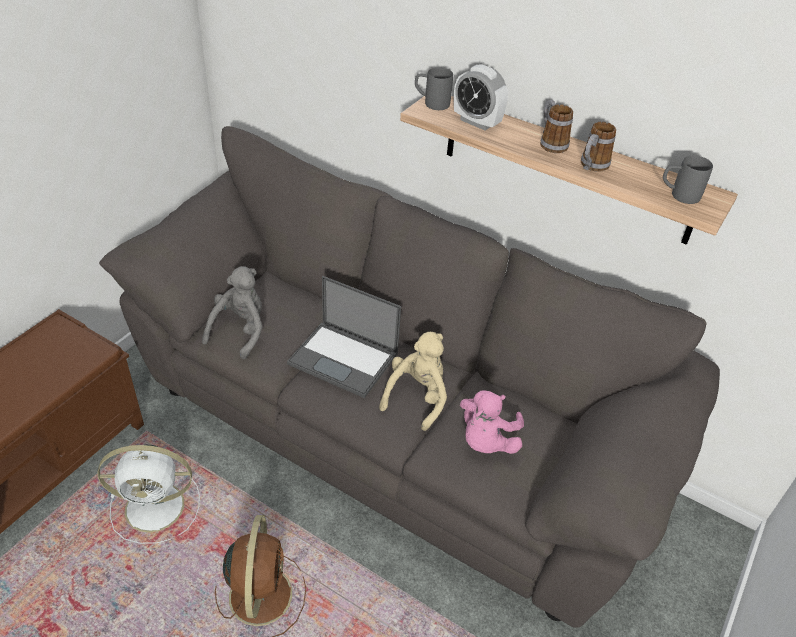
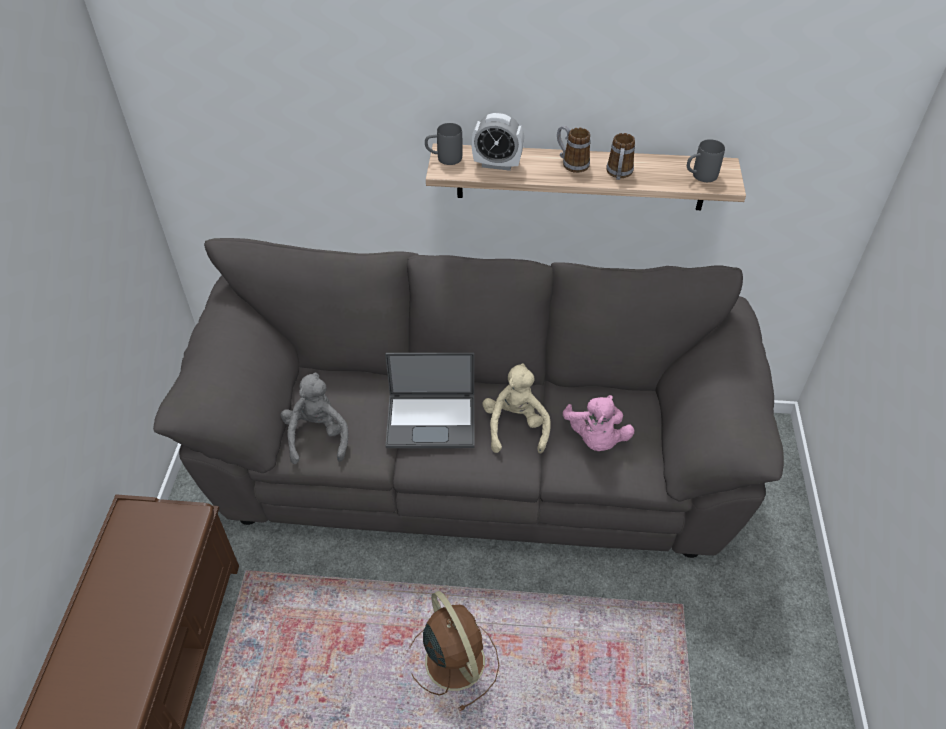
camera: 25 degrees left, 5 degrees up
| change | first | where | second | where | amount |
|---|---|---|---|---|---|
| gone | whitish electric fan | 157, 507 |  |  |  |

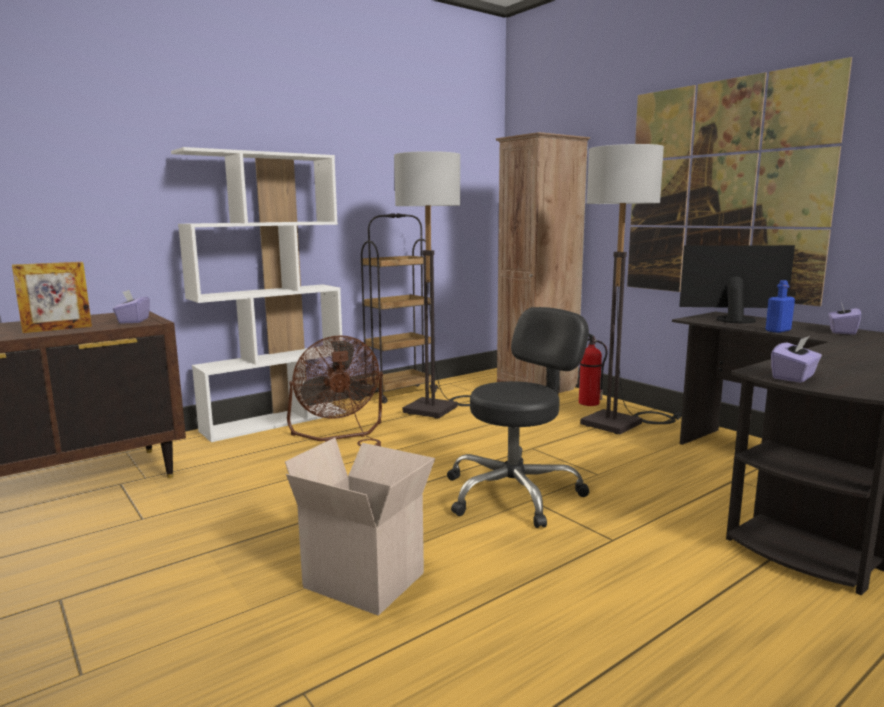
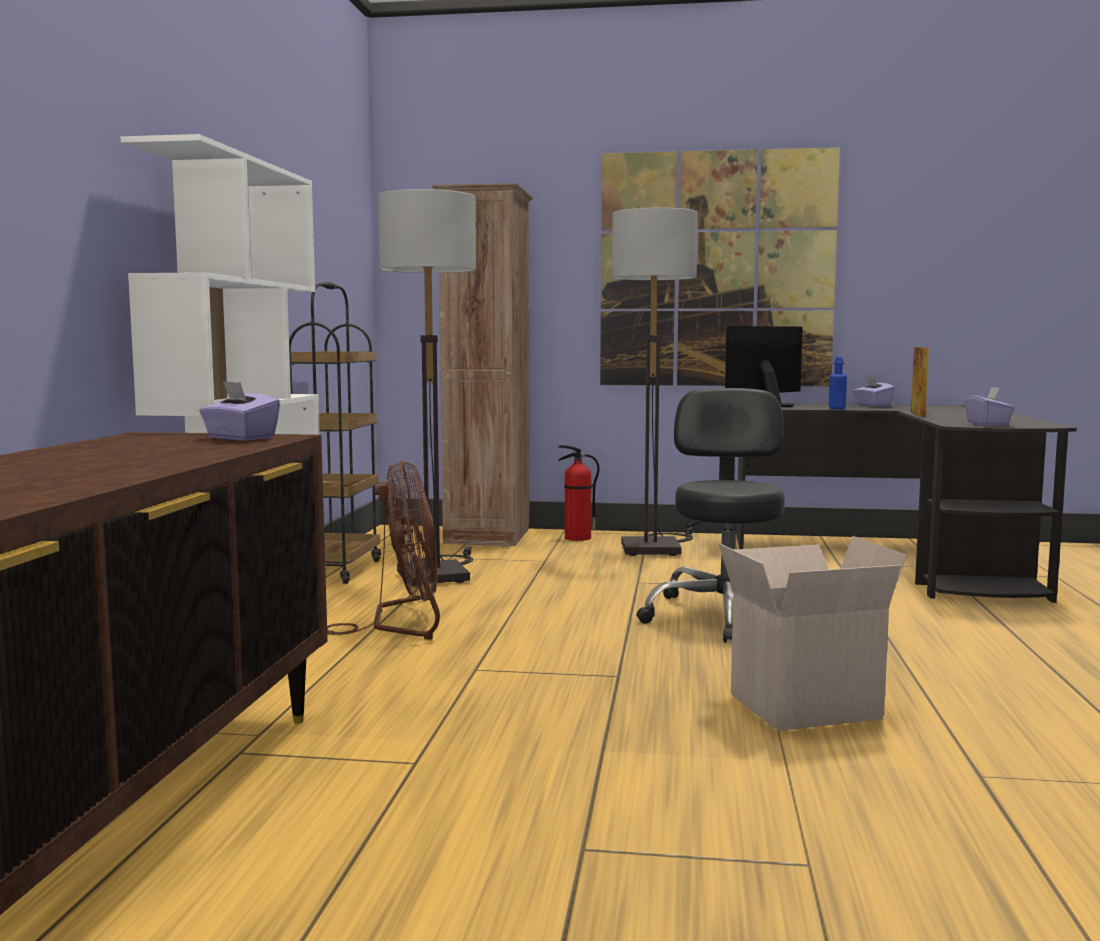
camera: 45 degrees left, 5 degrees down
| change | first | where | second | where | amount |
|---|---|---|---|---|---|
| shifted | photo frame | 57, 329 |  | 917, 414 |  |
| rotated | brown electric fan | 345, 434 |  | 398, 620 | 150 degrees clockwise |

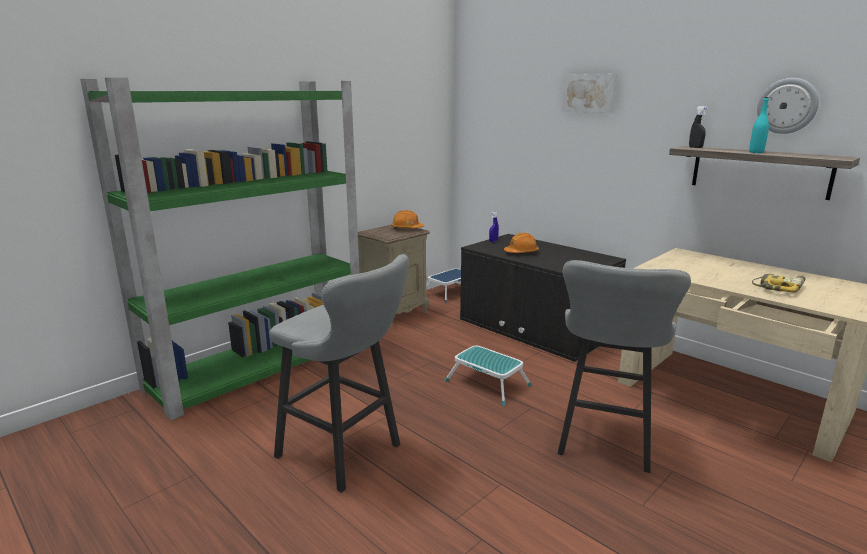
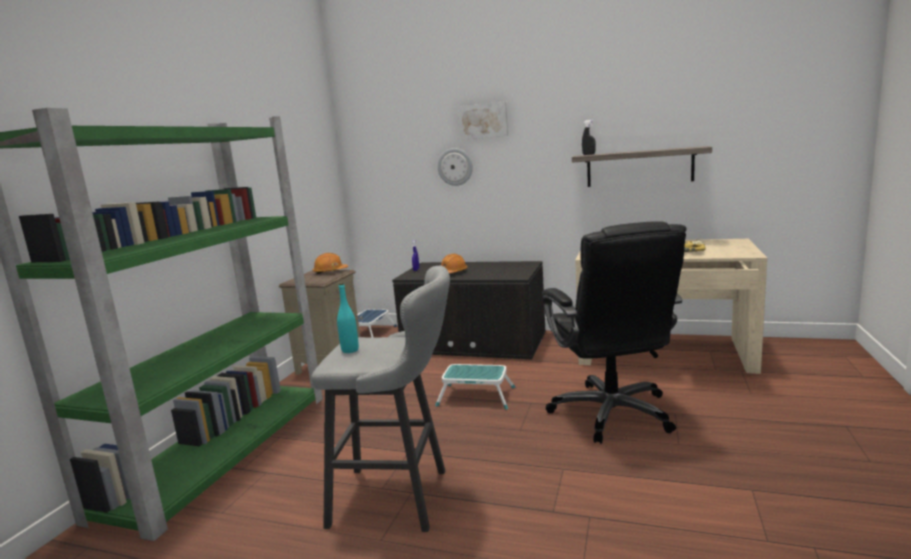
camera: 25 degrees left, 5 degrees down
| change | first | where | second | where | amount |
|---|---|---|---|---|---|
| shifted | wall clock | 787, 106 |  | 455, 167 |  |
| shifted | blue-green drink bottle | 756, 152 |  | 350, 350 |  |
| swapped | grey stool | 604, 445 | black-coloured computer chair | 612, 412 |  |

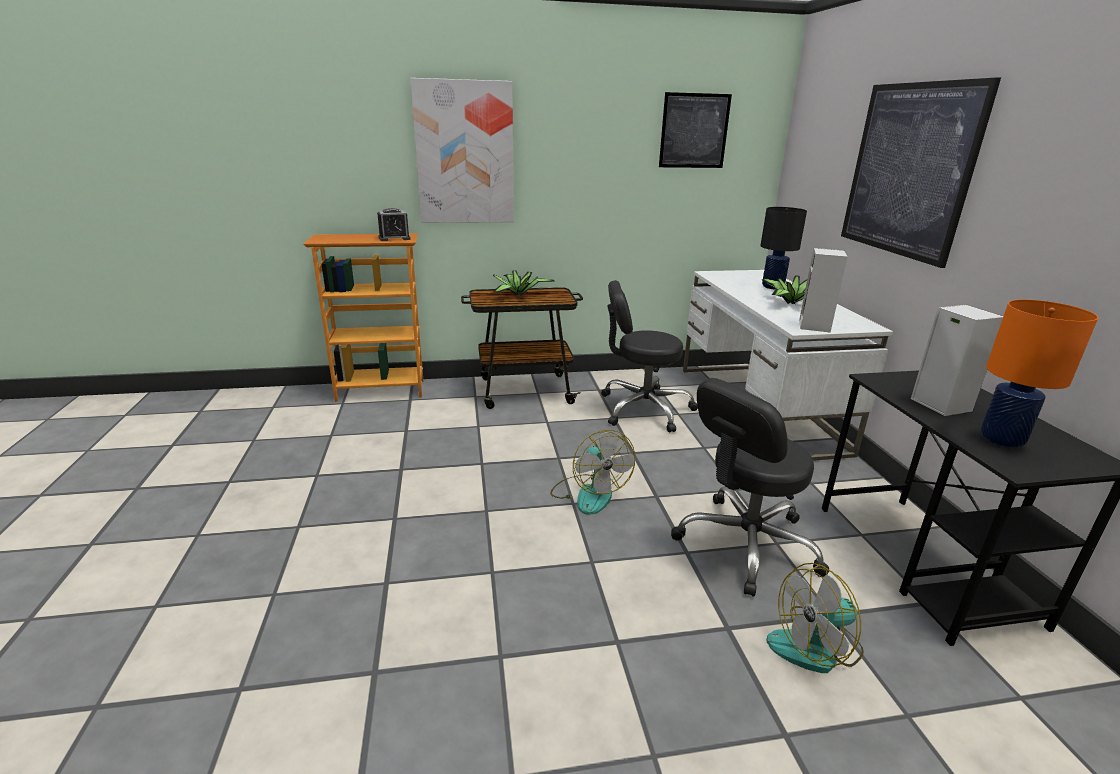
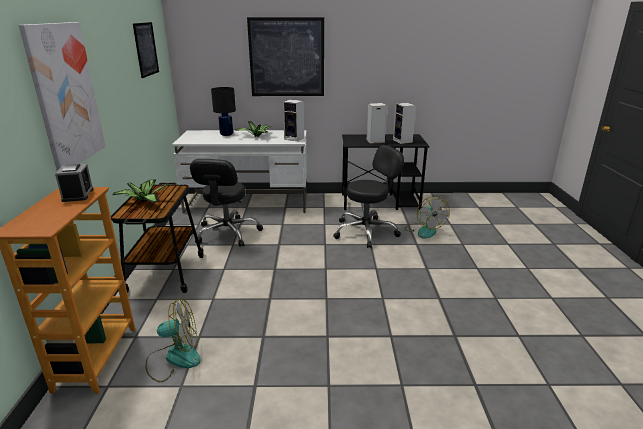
camera: 80 degrees left, 0 degrees up
| change | first | where | second | where | amount |
|---|---|---|---|---|---|
| swapped | orange-coloured lamp for a table | 1001, 441 | audio speaker | 403, 141 |  |
| rotated | black-coloured computer chair | 742, 547 |  | 368, 231 | 90 degrees counterclockwise |
| shifted | electric fan | 589, 493 |  | 174, 358 |  |

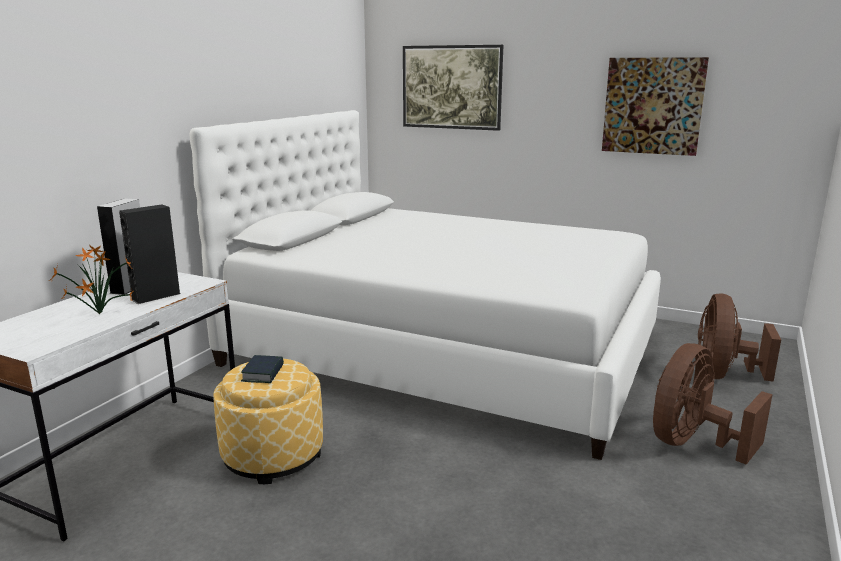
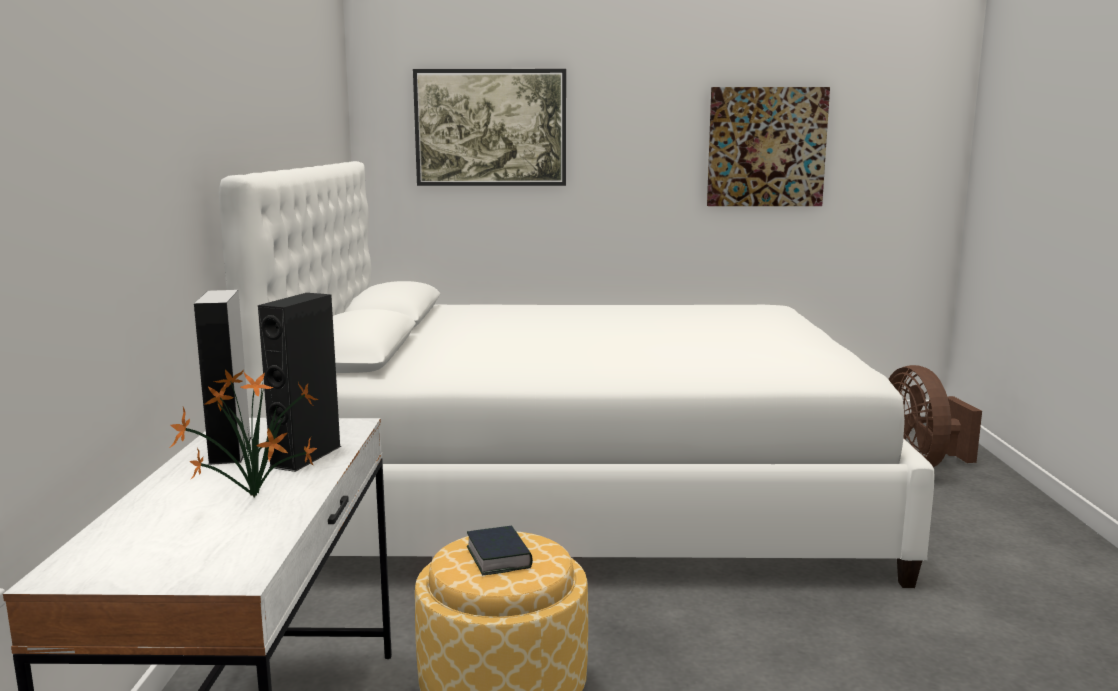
camera: 25 degrees left, 5 degrees down
| change | first | where | second | where | amount |
|---|---|---|---|---|---|
| gone | brown electric fan | 692, 443 |  |  |  |

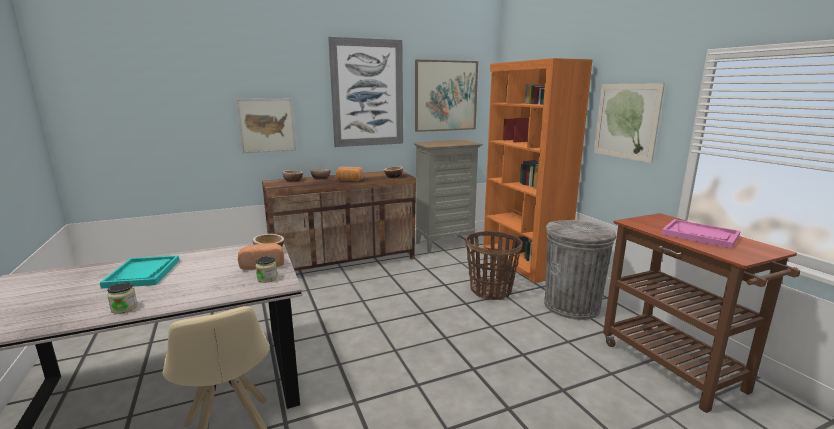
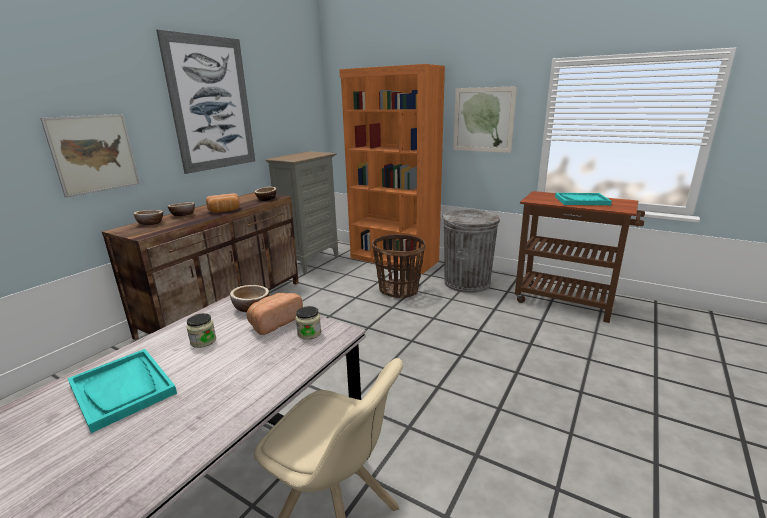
camera: 35 degrees left, 5 degrees up
| change | first | where | second | where | amount |
|---|---|---|---|---|---|
| gone | wall picture | 446, 96 |  |  |  |
| repainted | pinkish serving tray | 700, 235 | blue-green serving tray | 581, 200 |  |
| shifted | storage jar | 124, 308 |  | 203, 341 |  |

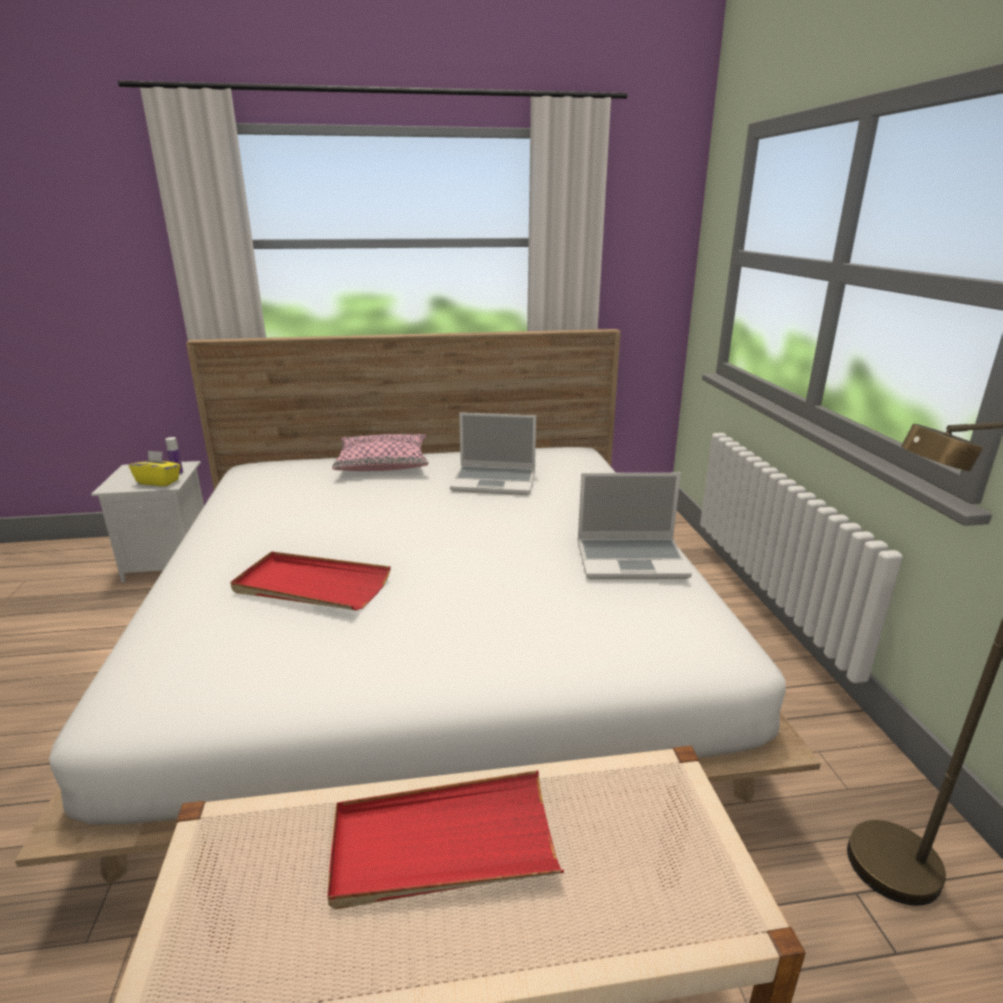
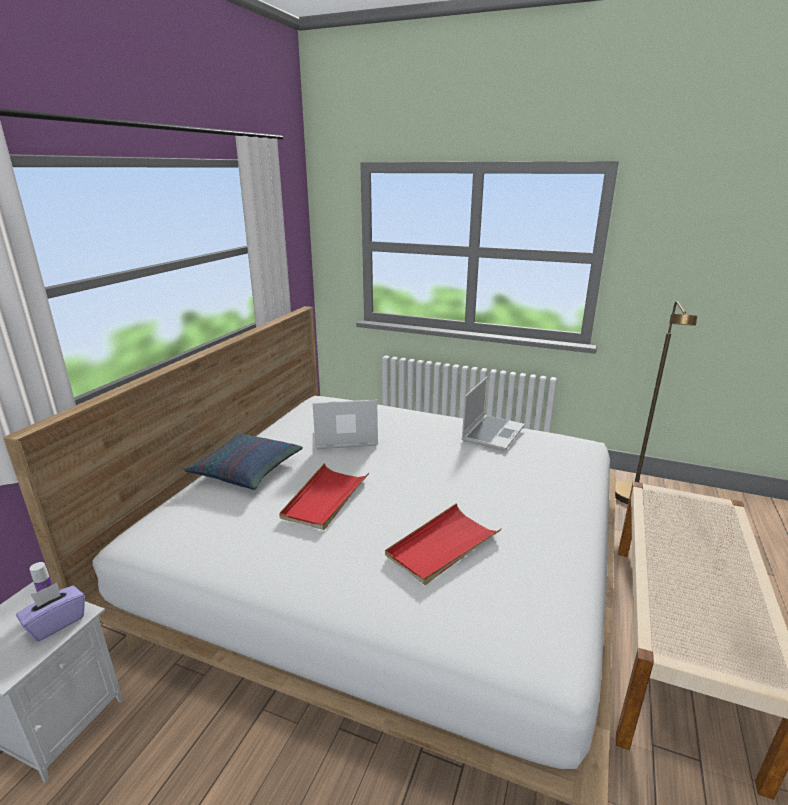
camera: 60 degrees left, 0 degrees up
| change | first | where | second | where | amount |
|---|---|---|---|---|---|
| rotated | laptop | 495, 482 |  | 345, 438 | 135 degrees counterclockwise |
| repainted | pinkish throw pillow | 383, 464 | blue-coloured throw pillow | 247, 470 |  |
| repainted | yellowish tissue box | 159, 482 | purplish tissue box | 56, 623 |  |
| shifted | red serving tray | 443, 845 |  | 325, 499 |  |

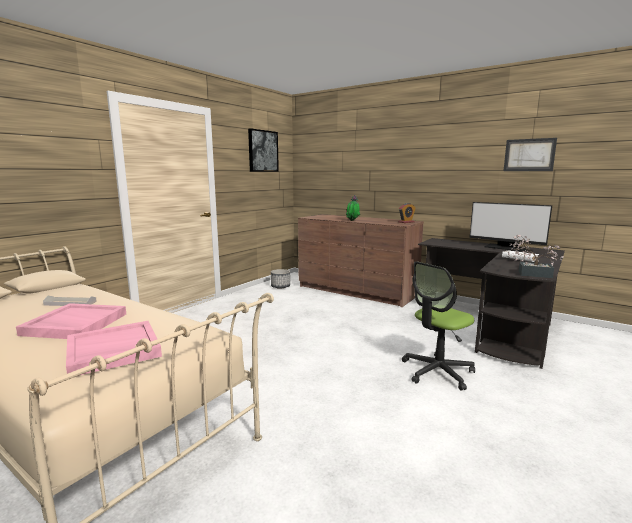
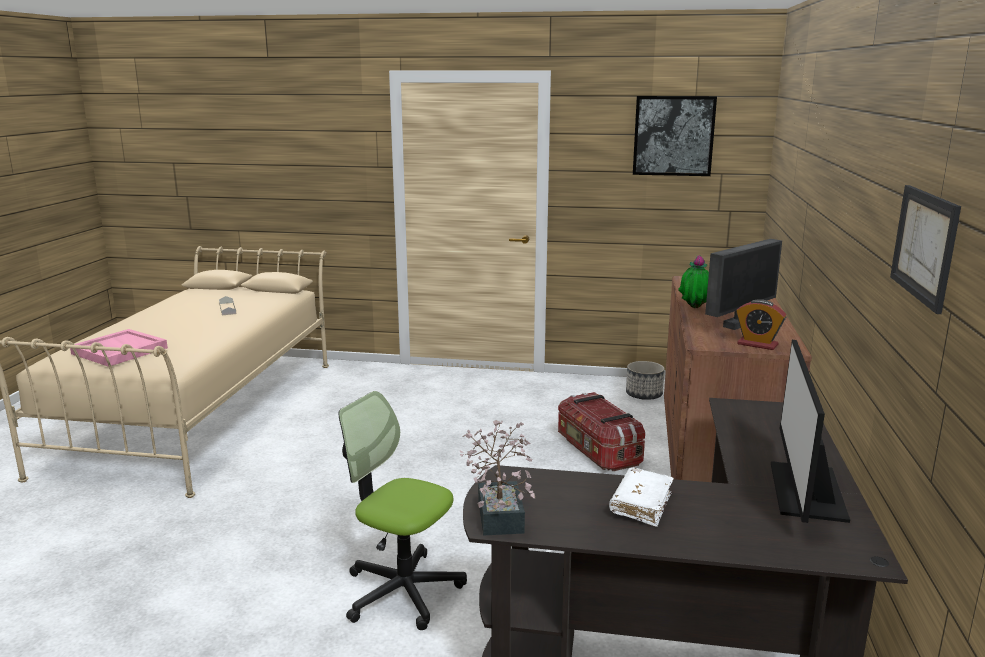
camera: 65 degrees right, 5 degrees up
| change | first | where | second | where | amount |
|---|---|---|---|---|---|
| gone | pinkish serving tray | 74, 324 |  |  |  |
| new |  |  | computer screen | 738, 324 |  |
| new |  |  | storage box | 597, 451 |  |

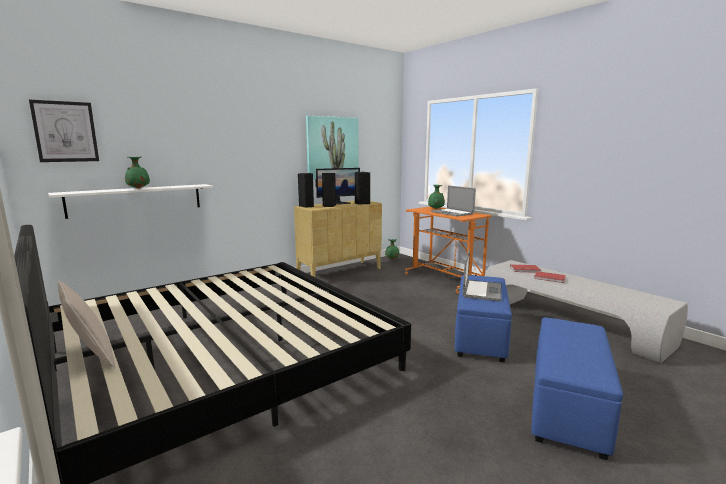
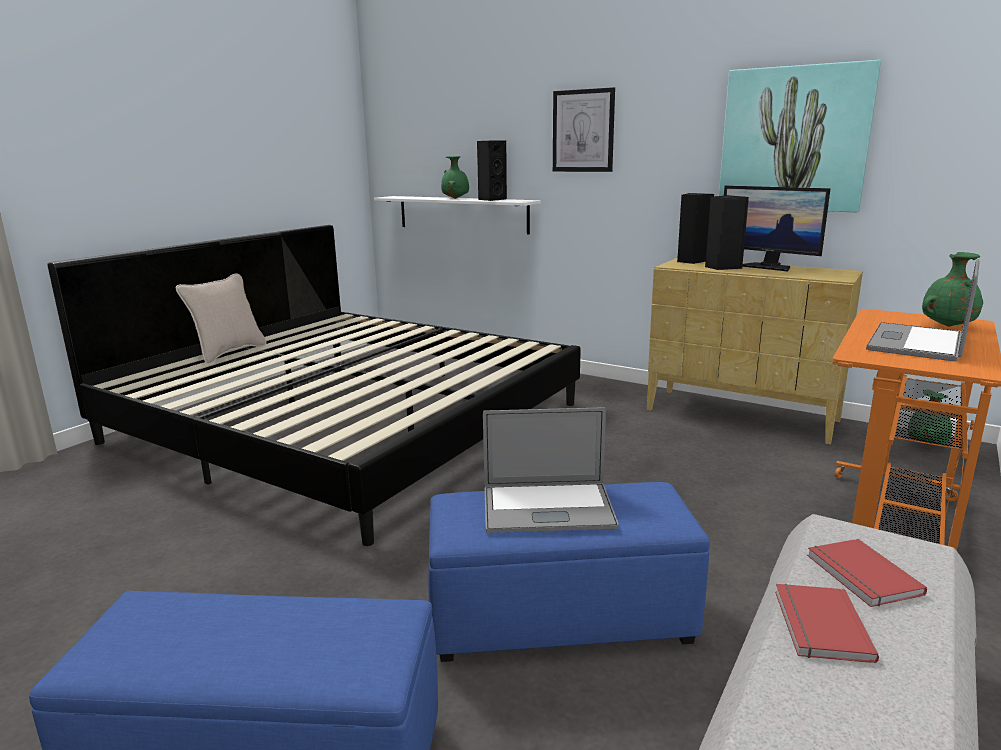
camera: 70 degrees right, 5 degrees up
| change | first | where | second | where | amount |
|---|---|---|---|---|---|
| shifted | wall picture | 65, 132 |  | 583, 131 |  |
| shifted | black-coloured audio speaker | 362, 203 |  | 491, 199 |  |

